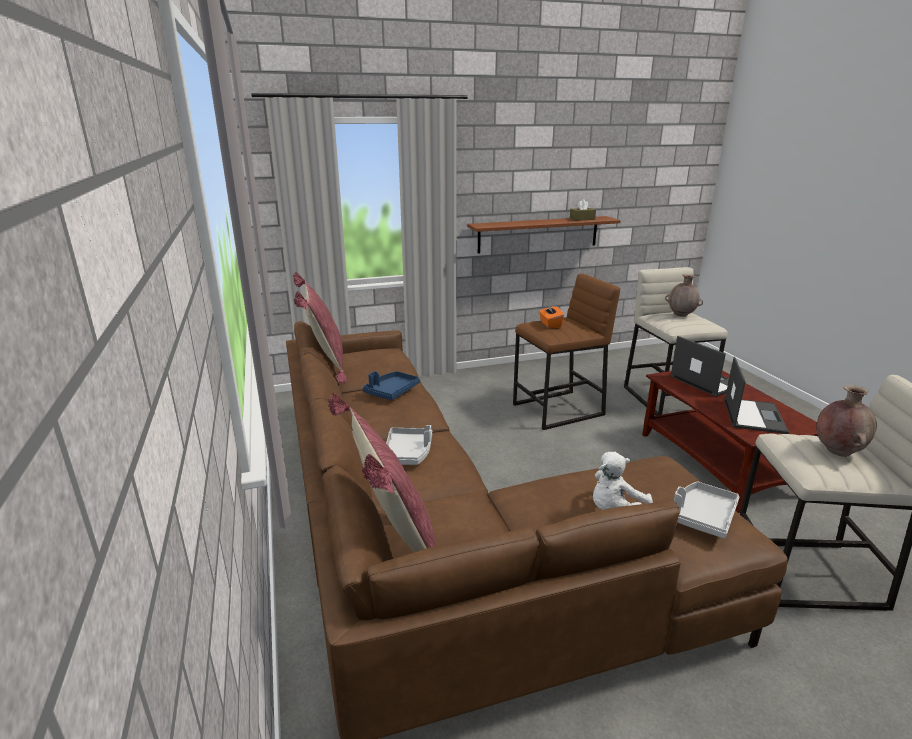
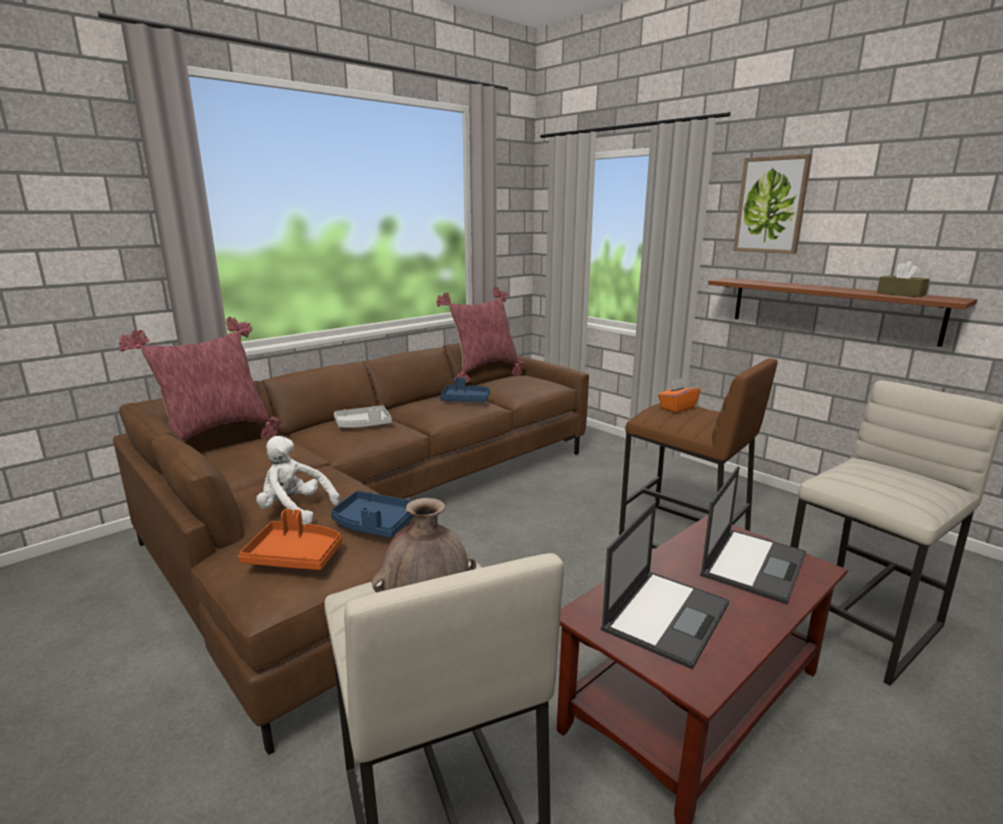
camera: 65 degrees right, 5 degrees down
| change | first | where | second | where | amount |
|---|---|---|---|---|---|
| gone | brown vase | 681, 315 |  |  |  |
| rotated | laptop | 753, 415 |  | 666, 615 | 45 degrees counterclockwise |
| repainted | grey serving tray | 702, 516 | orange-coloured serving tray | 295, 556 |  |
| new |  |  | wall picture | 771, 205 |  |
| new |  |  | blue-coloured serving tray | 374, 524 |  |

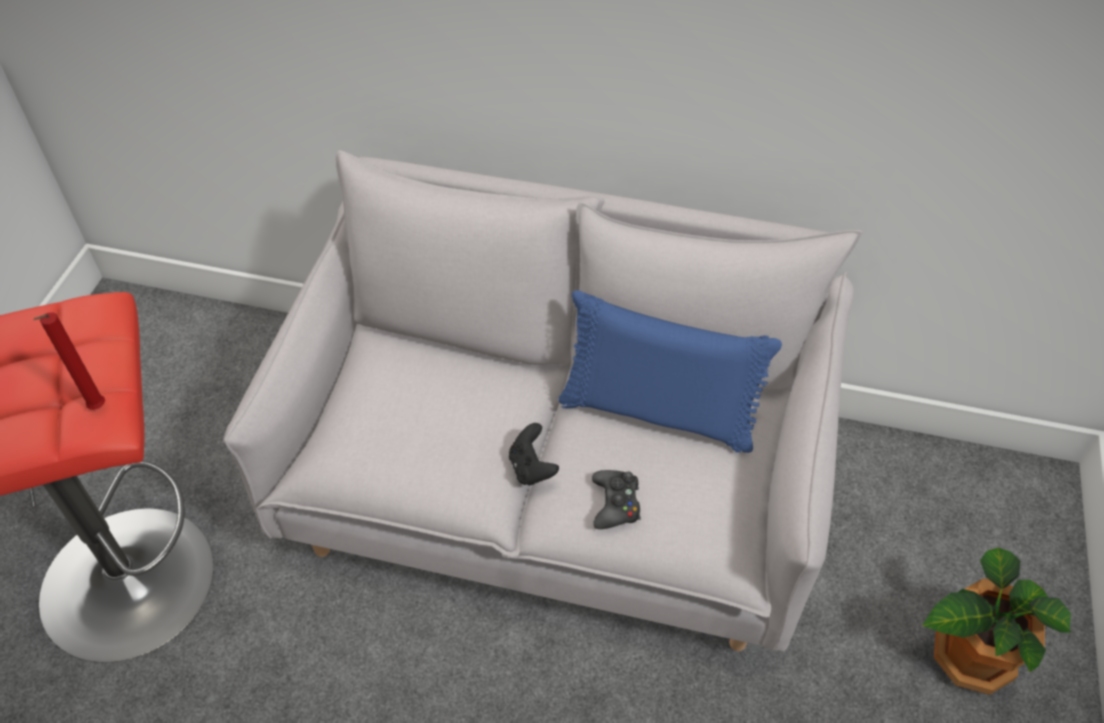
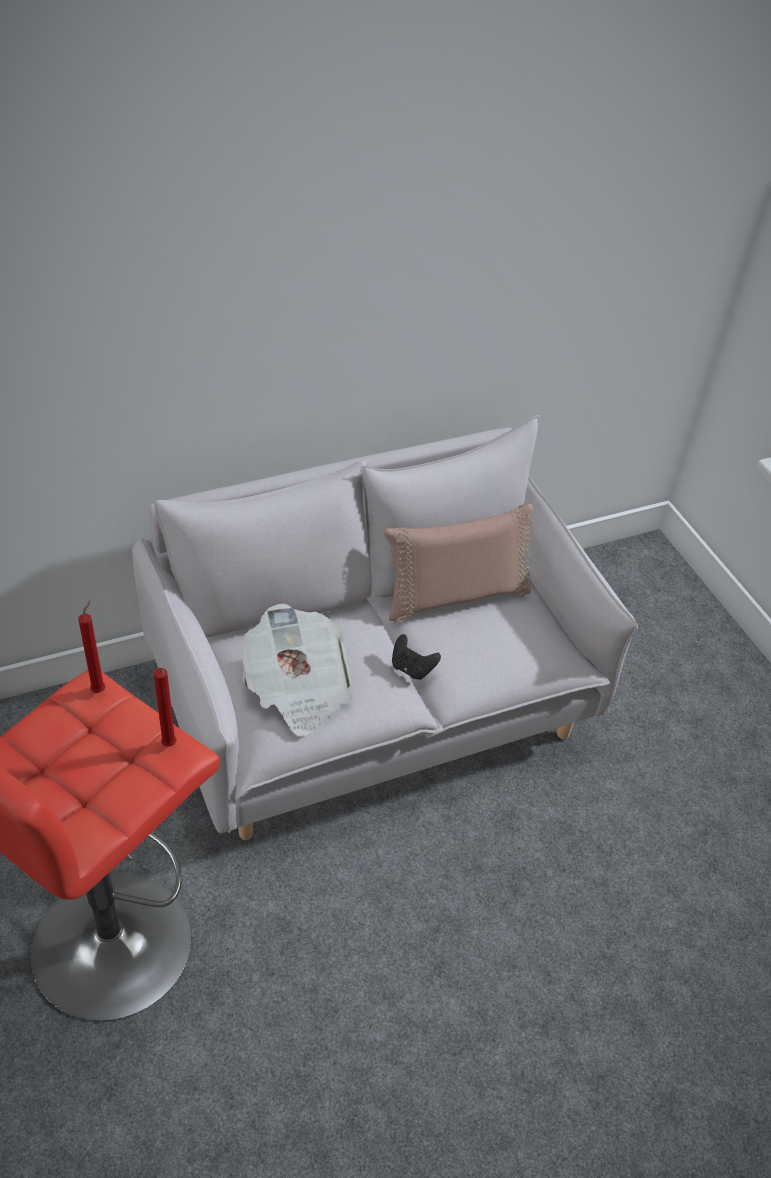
camera: 40 degrees left, 5 degrees down
| change | first | where | second | where | amount |
|---|---|---|---|---|---|
| repainted | blue-coloured throw pillow | 658, 412 | sand-coloured throw pillow | 455, 596 |  |
| gone | black-coloured joypad | 616, 504 |  |  |  |
| gone | houseplant | 967, 656 |  |  |  |
| new |  |  | red wax light | 100, 689 |  |
| new |  |  | daily paper | 297, 689 |  |

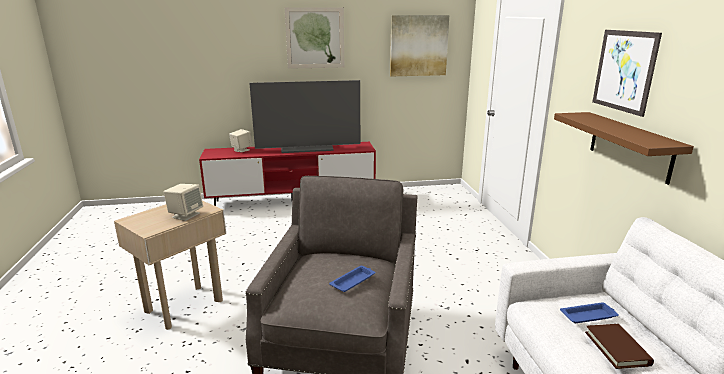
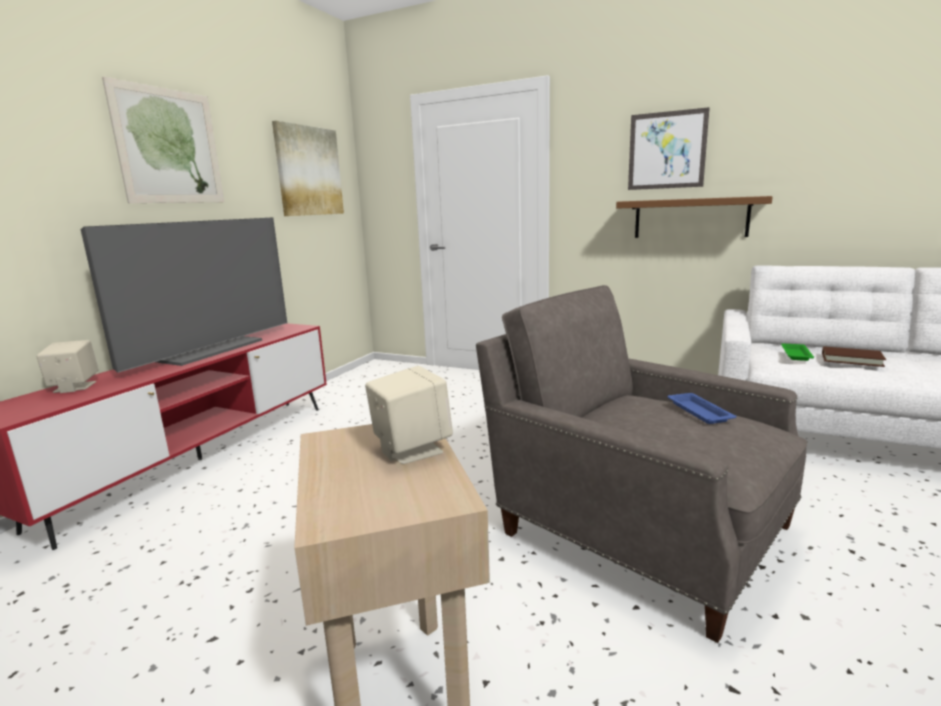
camera: 55 degrees left, 5 degrees down
| change | first | where | second | where | amount |
|---|---|---|---|---|---|
| repainted | blue-coloured serving tray | 589, 316 | green serving tray | 795, 354 |  |

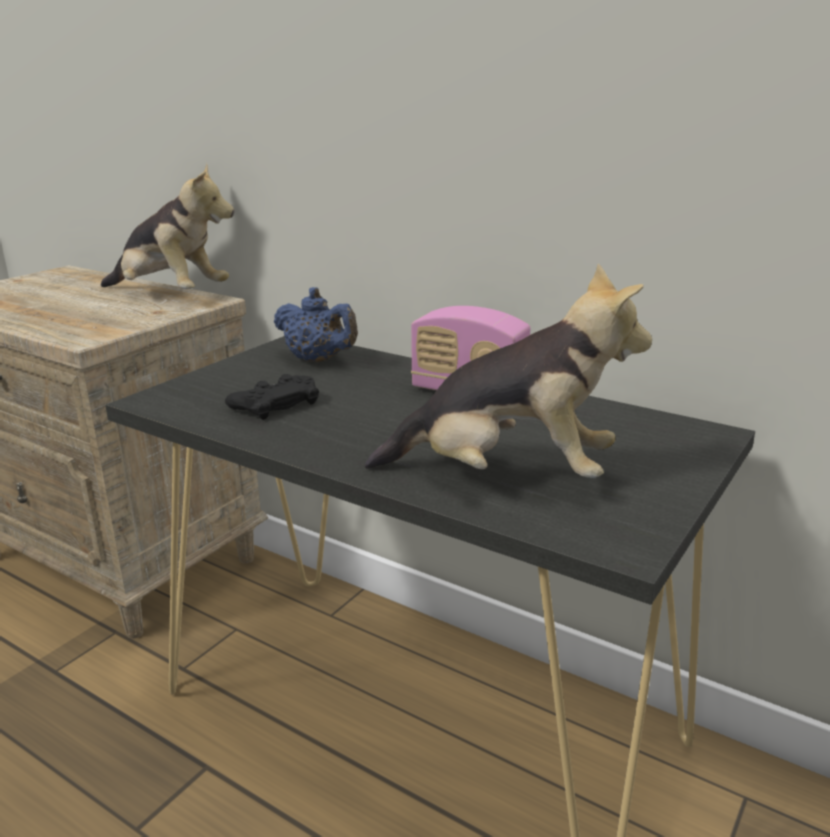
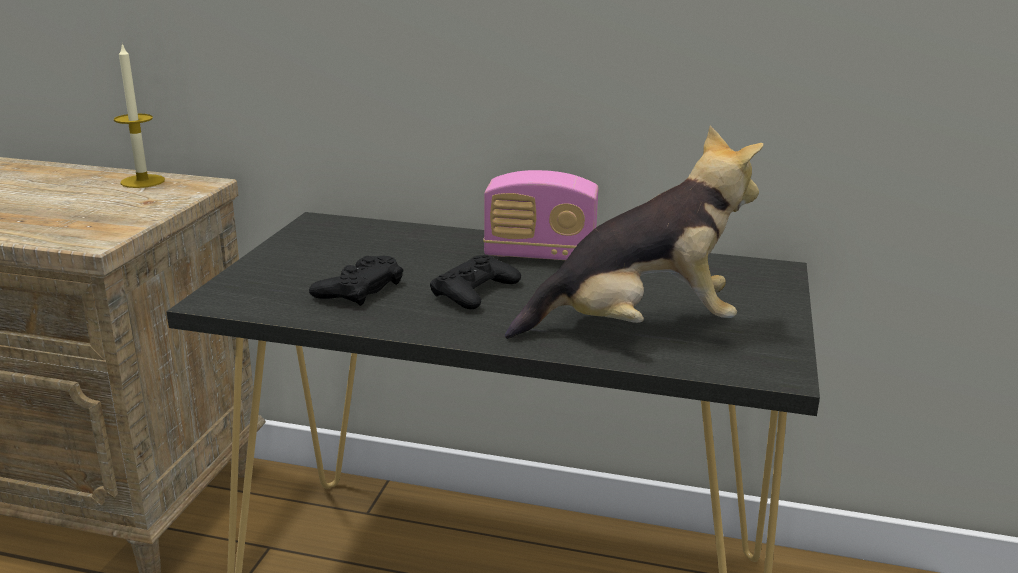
camera: 20 degrees left, 0 degrees up
| change | first | where | second | where | amount |
|---|---|---|---|---|---|
| swapped | plush toy | 170, 295 | wax light | 142, 181 |  |
| gone | blue-coloured tea pot | 318, 360 |  |  |  |
| new |  |  | black-coloured joypad | 475, 291 |  |

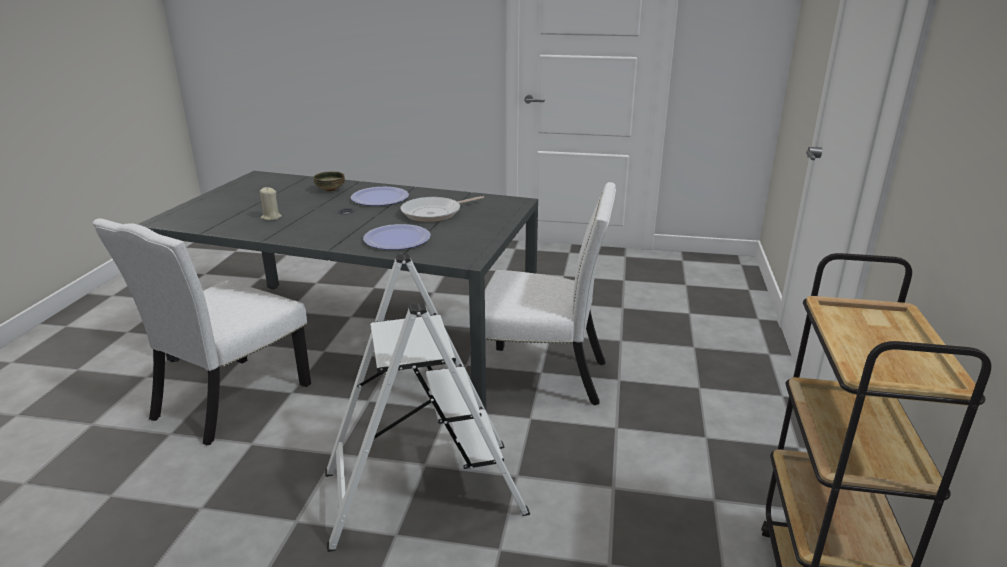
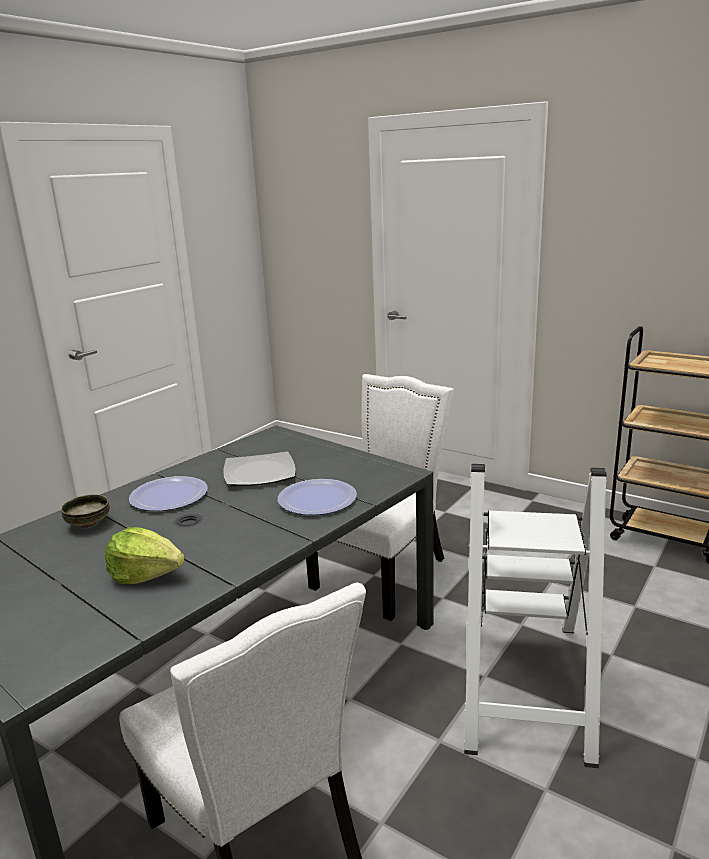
camera: 65 degrees left, 5 degrees down
| change | first | where | second | where | amount |
|---|---|---|---|---|---|
| swapped | sand-coloured wax light | 271, 217 | head of lettuce | 145, 574 |  |
| swapped | pan | 435, 213 | dinner plate | 260, 472 |  |

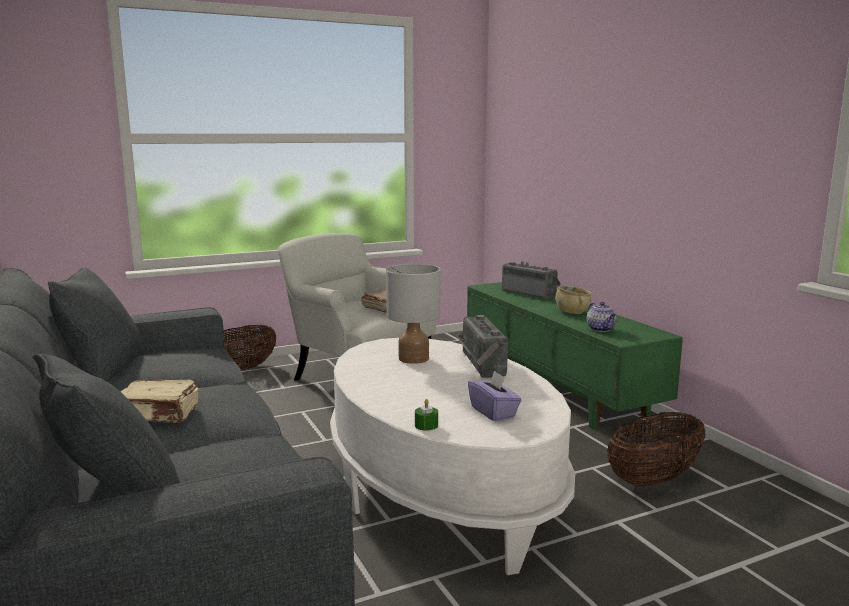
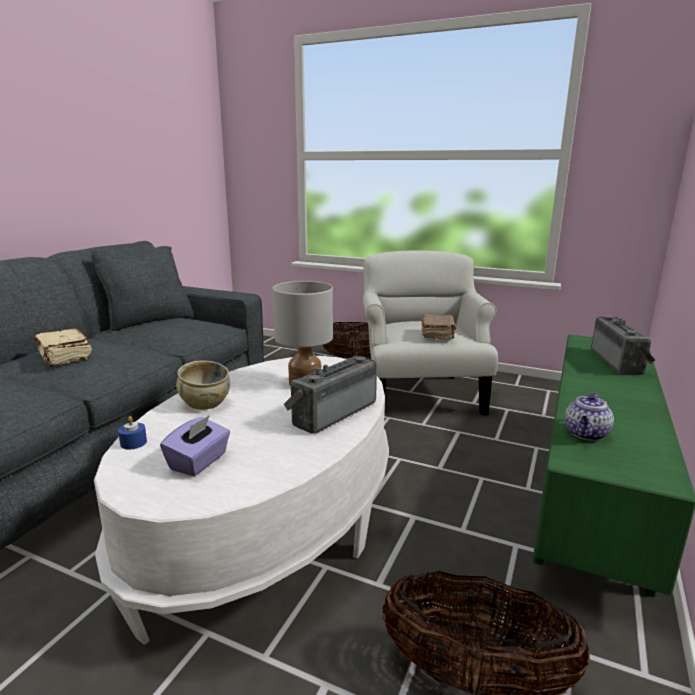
camera: 50 degrees right, 5 degrees up
| change | first | where | second | where | amount |
|---|---|---|---|---|---|
| shifted | sand-coloured deep dish | 572, 312 |  | 205, 403 |  |
| repainted | green wax light | 426, 425 | blue-coloured wax light | 133, 443 |  |

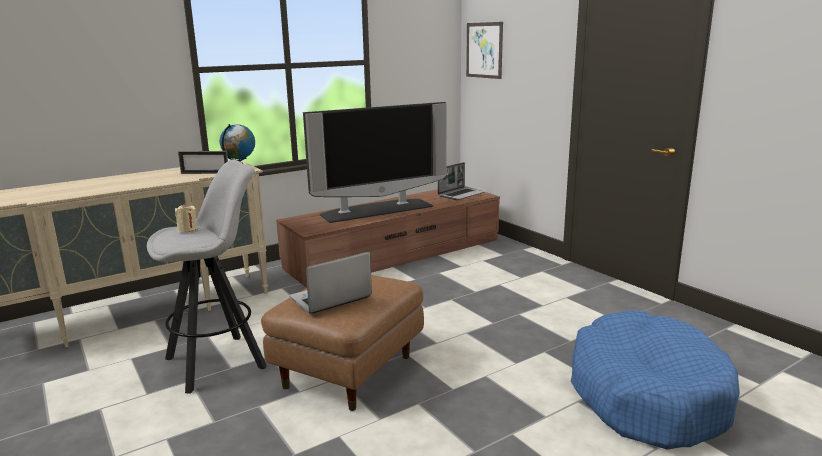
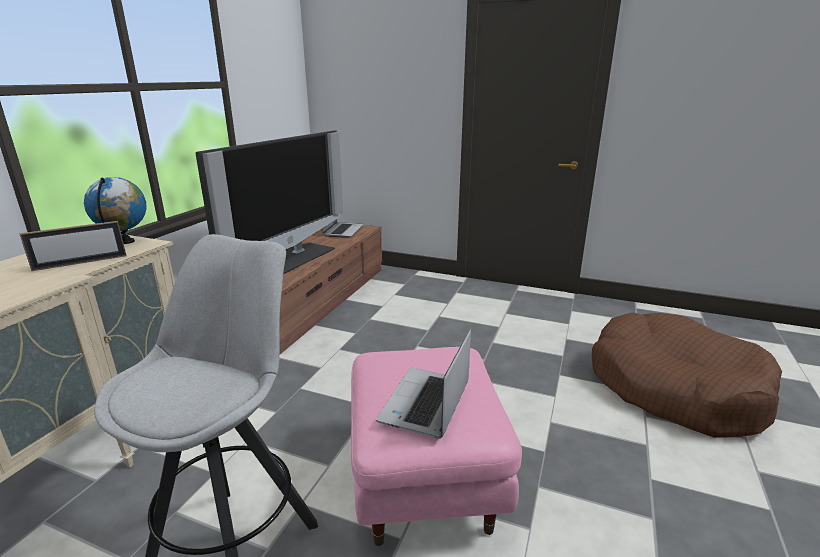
camera: 35 degrees left, 5 degrees up
| change | first | where | second | where | amount |
|---|---|---|---|---|---|
| gone | wall picture | 484, 50 |  |  |  |
| gone | sand-coloured wax light | 187, 229 |  |  |  |
| repainted | brown ottoman | 349, 371 | pinkish ottoman | 424, 478 |  |
| repainted | blue-coloured dog cushion | 646, 395 | brown dog cushion | 674, 388 |  |

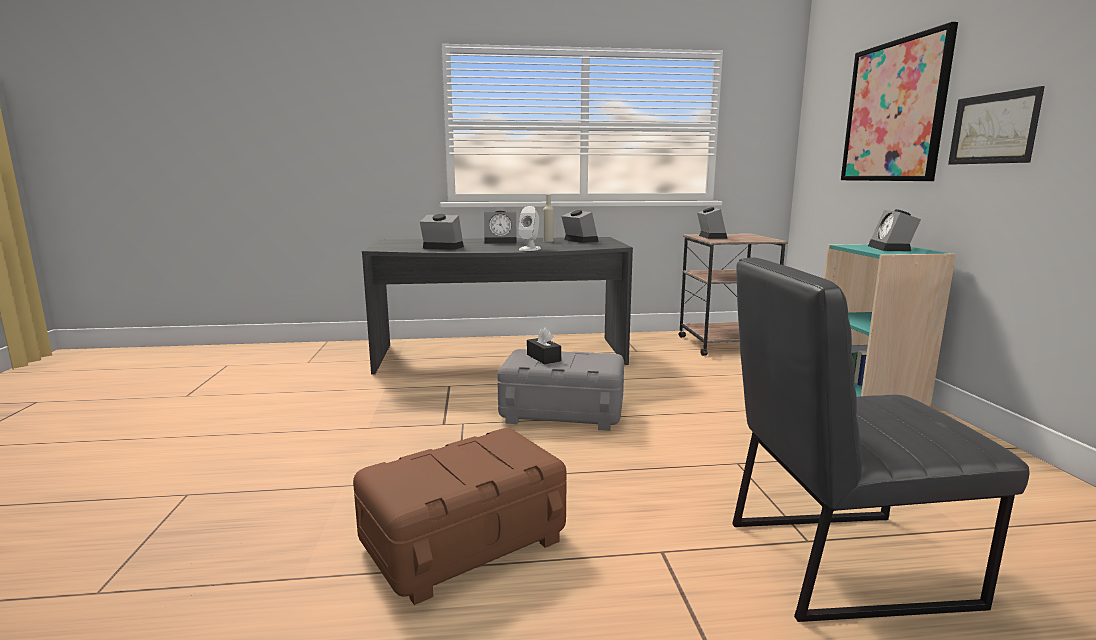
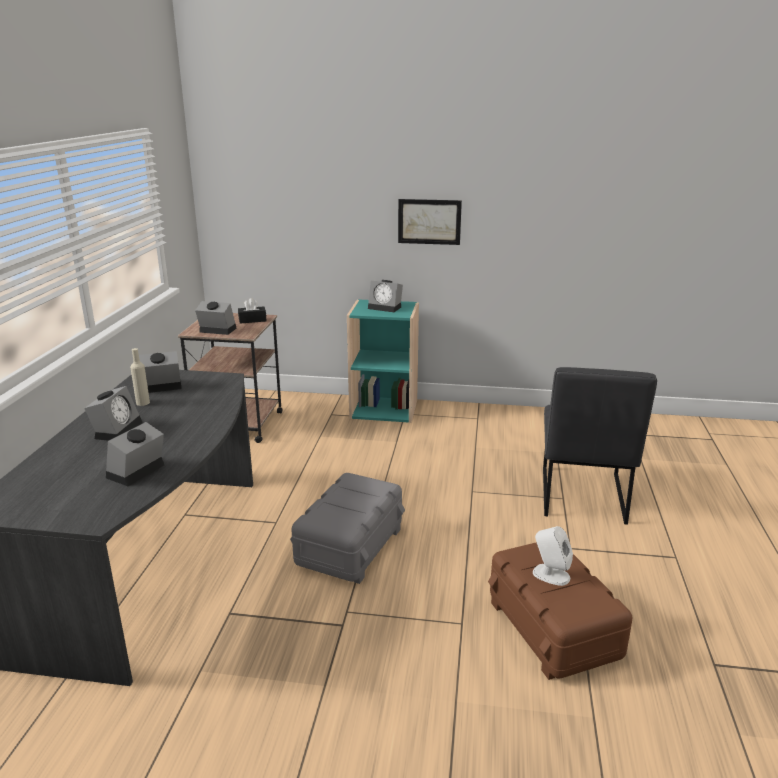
camera: 75 degrees left, 10 degrees up
| change | first | where | second | where | amount |
|---|---|---|---|---|---|
| gone | wall picture | 894, 111 |  |  |  |
| shifted | whitish audio speaker | 530, 249 |  | 550, 574 |  |
| shifted | black-coloured tissue box | 543, 358 |  | 252, 320 |  |

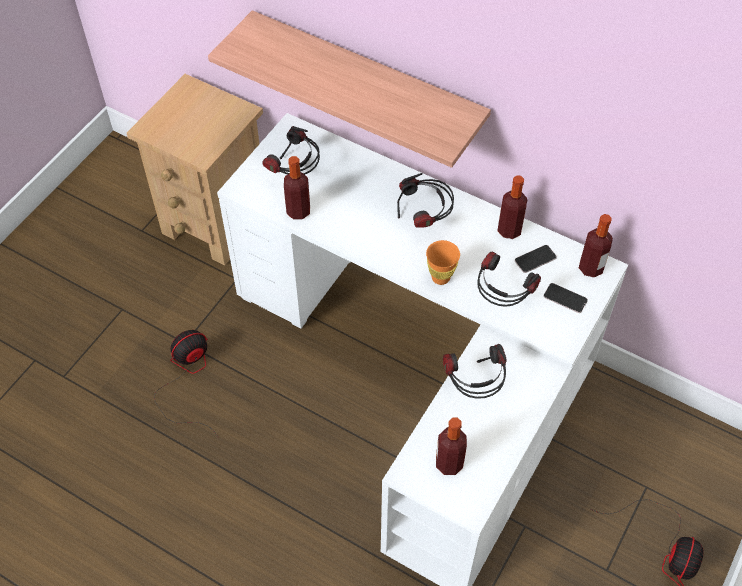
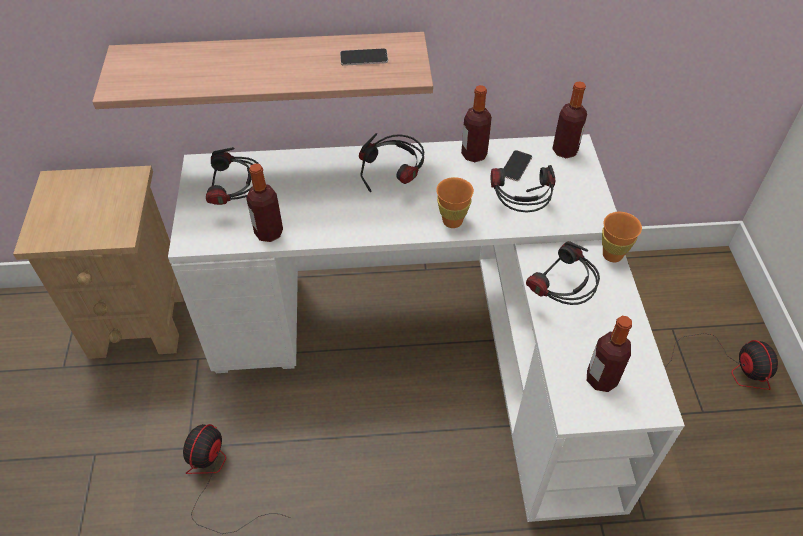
camera: 35 degrees left, 5 degrees down
| change | first | where | second | where | amount |
|---|---|---|---|---|---|
| shifted | handset | 565, 298 |  | 364, 58 |  |
| new |  |  | orange-coloured cup | 612, 255 |  |

